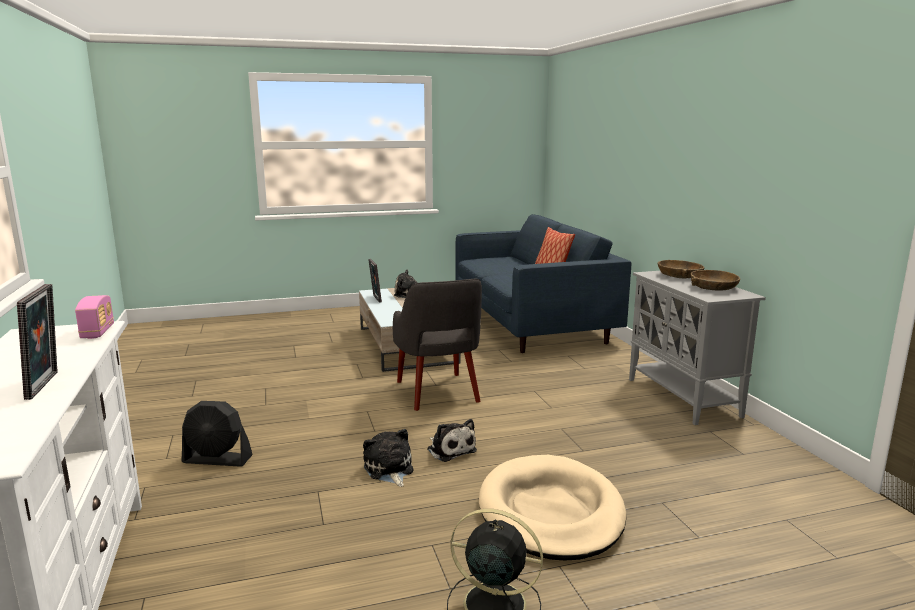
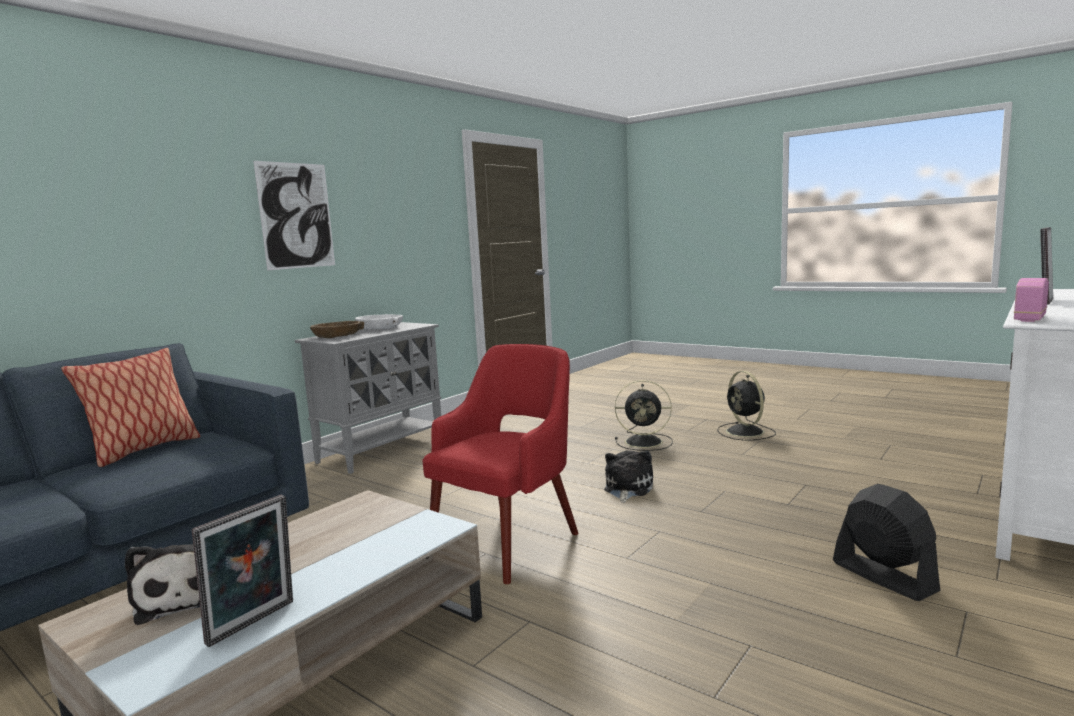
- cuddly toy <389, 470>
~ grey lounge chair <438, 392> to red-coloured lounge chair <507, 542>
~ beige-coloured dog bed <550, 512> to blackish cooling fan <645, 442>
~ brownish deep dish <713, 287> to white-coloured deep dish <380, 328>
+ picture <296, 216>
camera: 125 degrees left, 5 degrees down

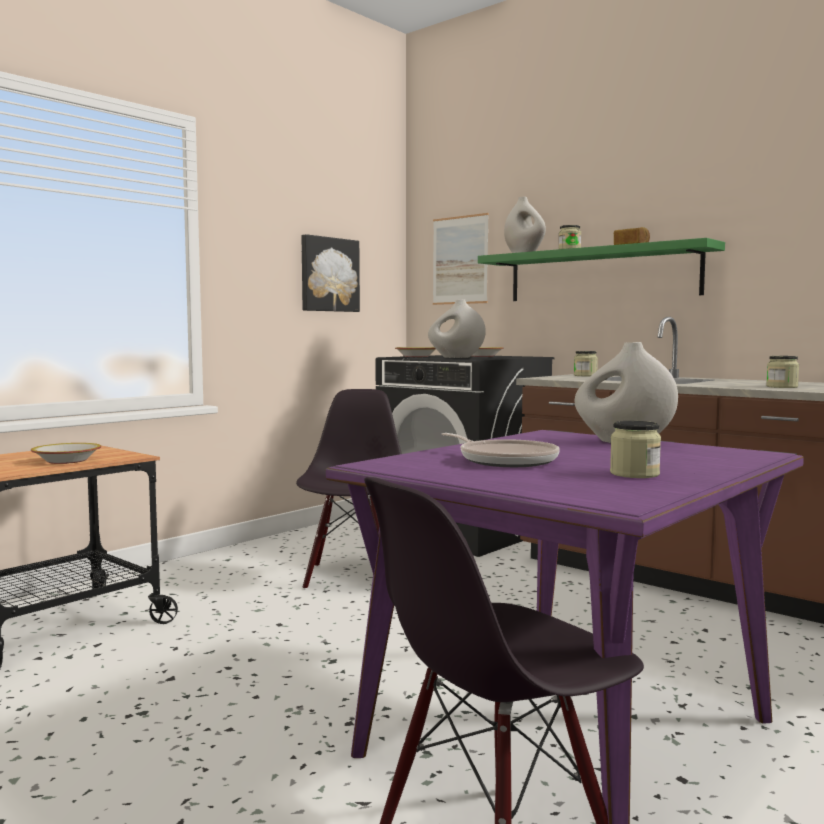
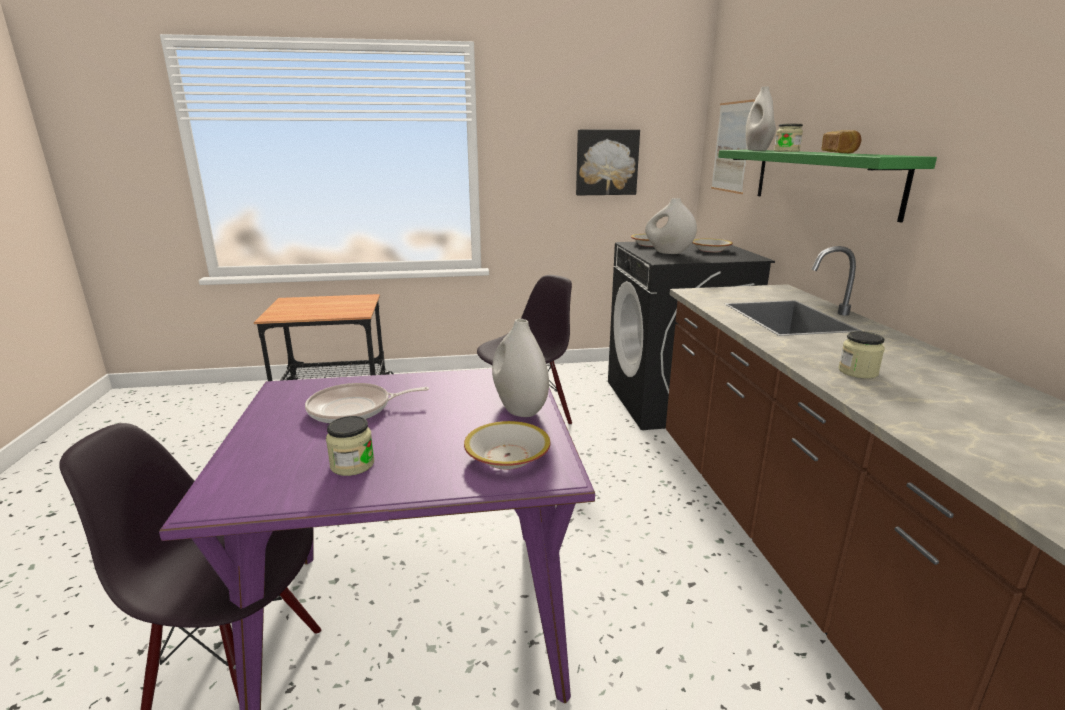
~ deep dish <66, 460> to <507, 456>
~ skillet <505, 460> = <354, 409> 75 degrees clockwise
- preserve jar <585, 375>
camera: 40 degrees right, 15 degrees up

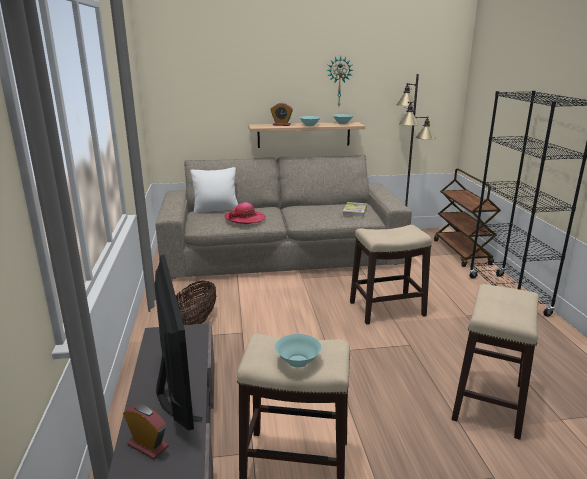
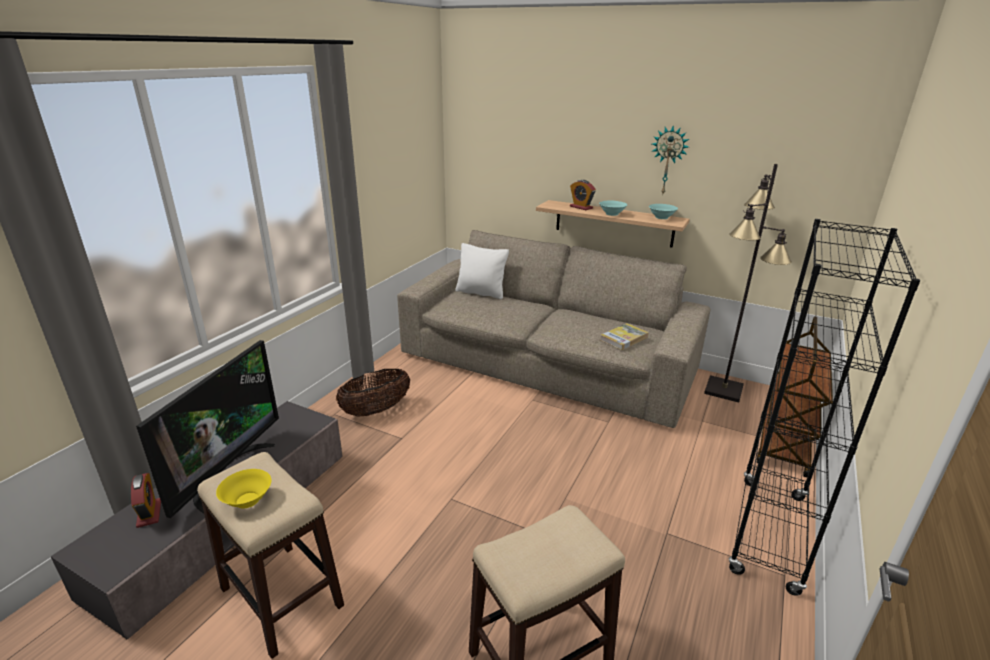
- wearable hat <245, 219>
~ turquoise-coloured deep dish <297, 361> to yellow-coloured deep dish <248, 500>
- stool <387, 309>
camera: 35 degrees right, 5 degrees up

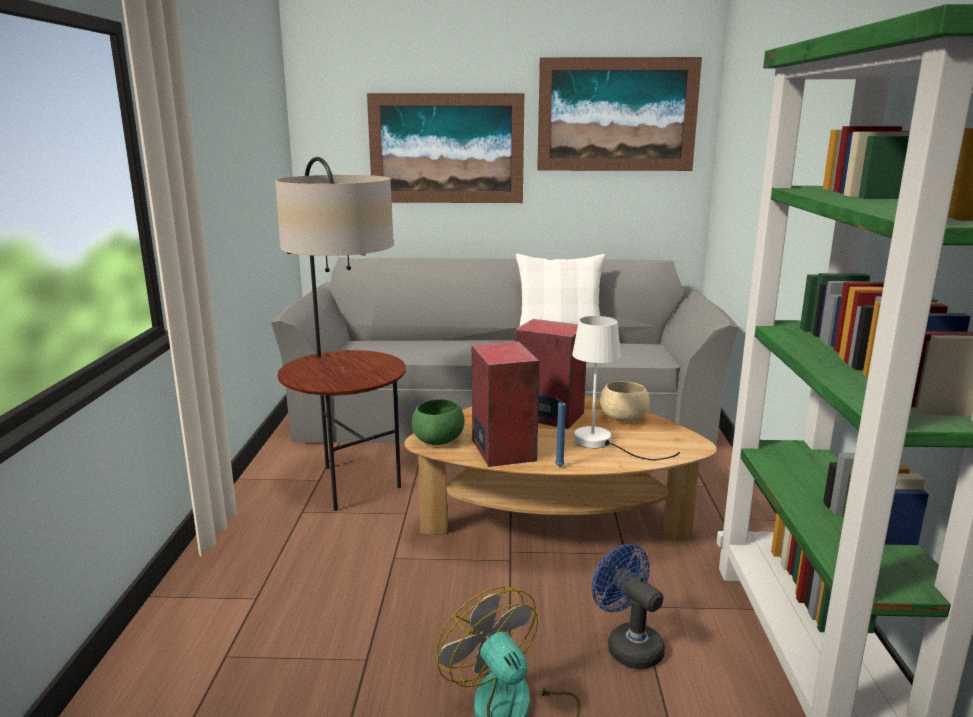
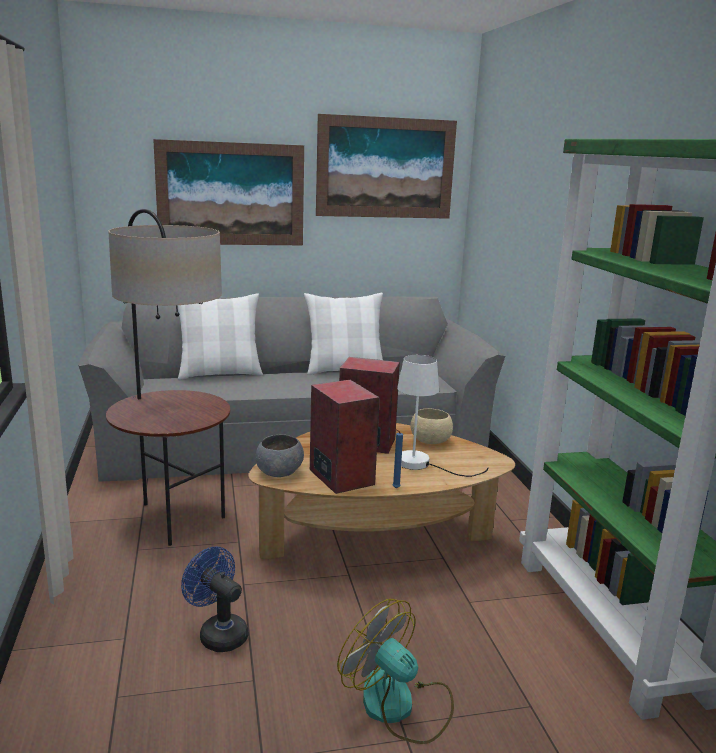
~ green-coloured deep dish <437, 440> to grey deep dish <278, 473>
~ bluish cooling fan <628, 645> to <218, 633>
+ white-coloured cushion <220, 374>
camera: 15 degrees left, 0 degrees up

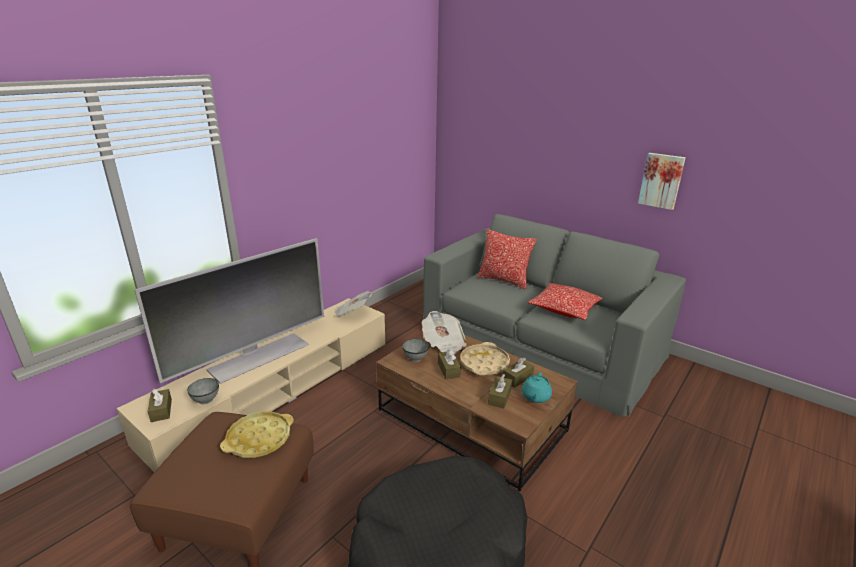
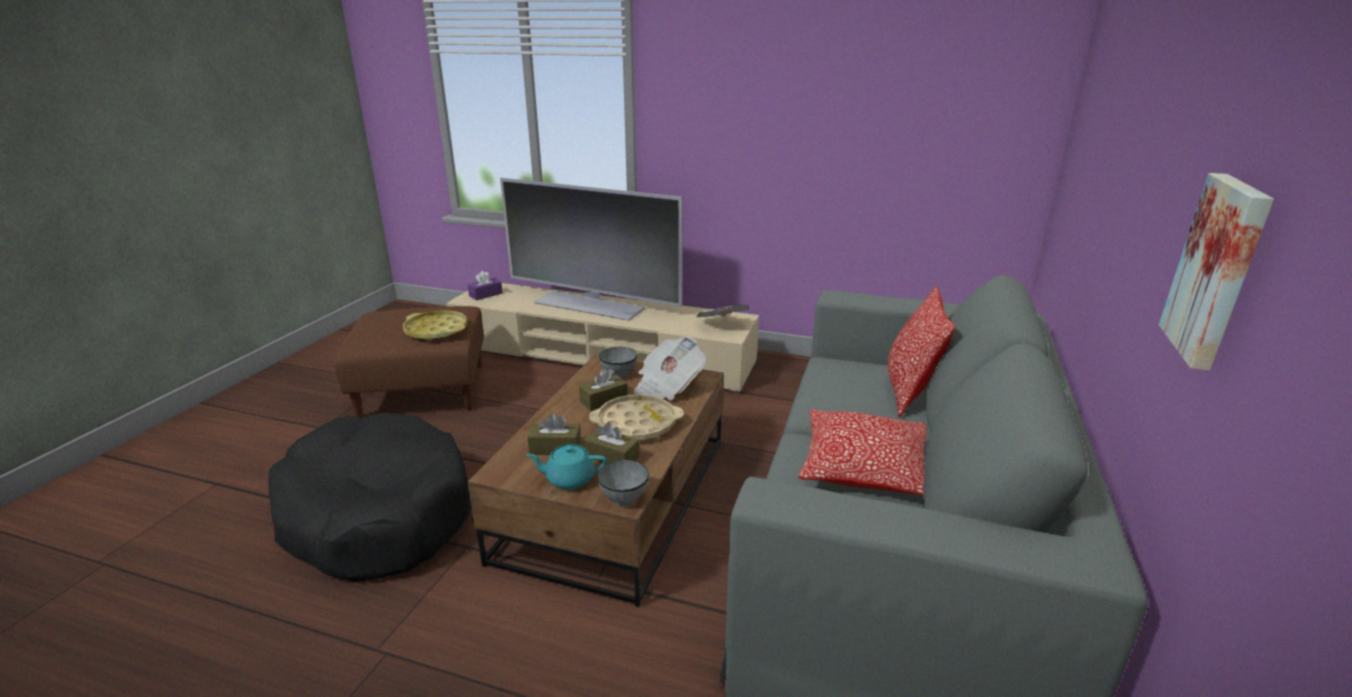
~ brownish box of tissues <161, 410> to purple-coloured box of tissues <485, 294>
~ grey deep dish <206, 400> to <623, 498>
camera: 70 degrees right, 0 degrees up

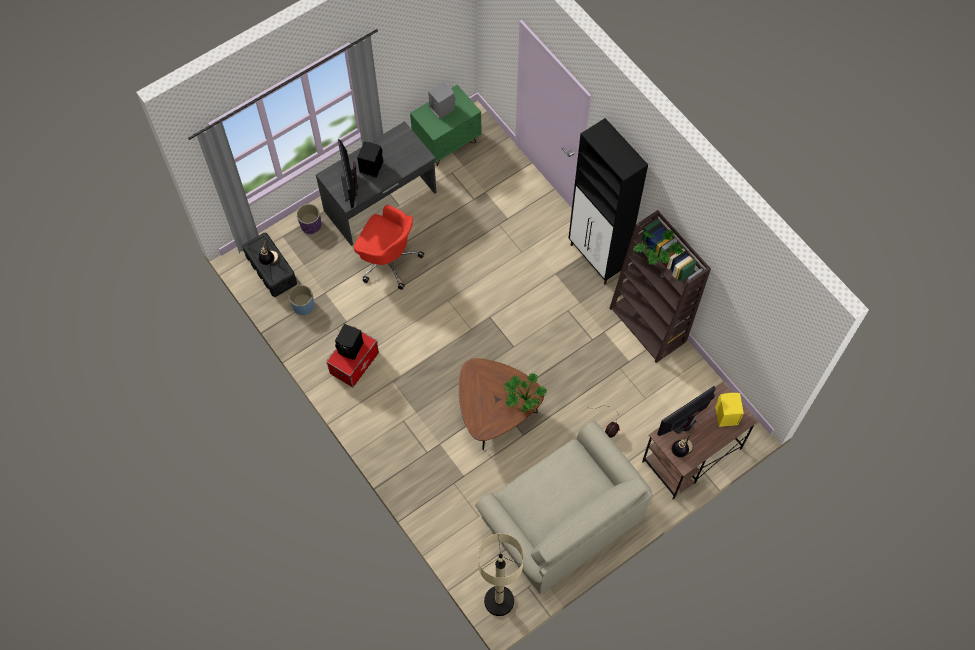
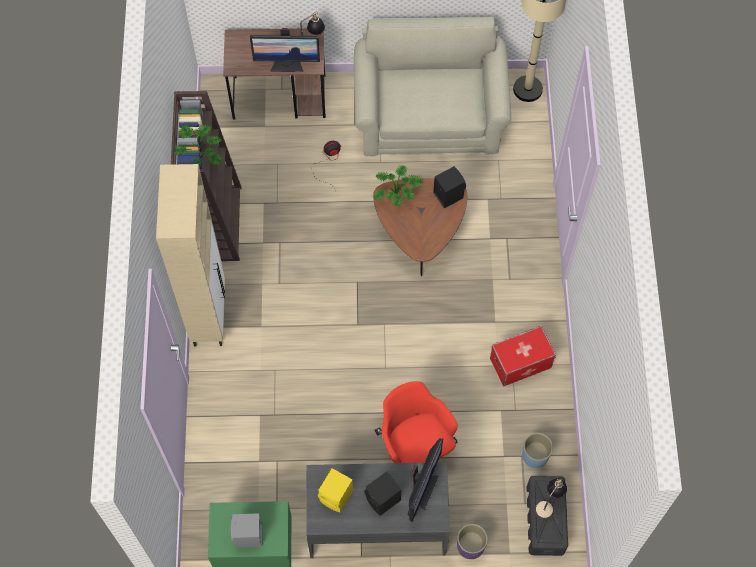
~ blackish loudspeaker <351, 348> to <448, 194>
~ blackish storage cabinet <597, 259> to beige-coloured storage cabinet <209, 314>
~ yellow-coloured loudspeaker <725, 415> to <337, 497>
camera: 145 degrees left, 0 degrees up

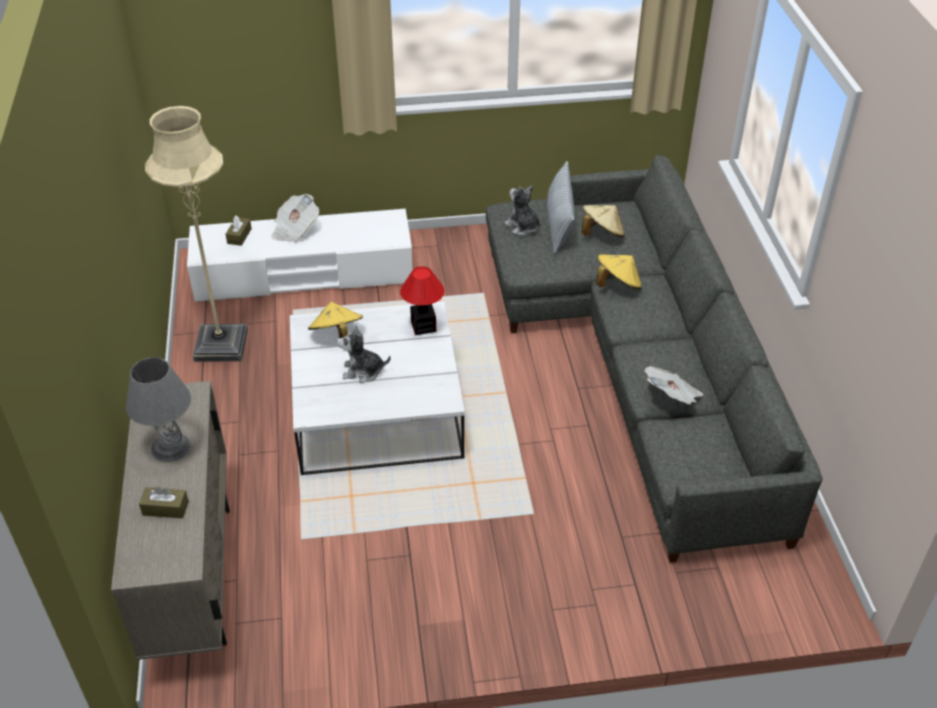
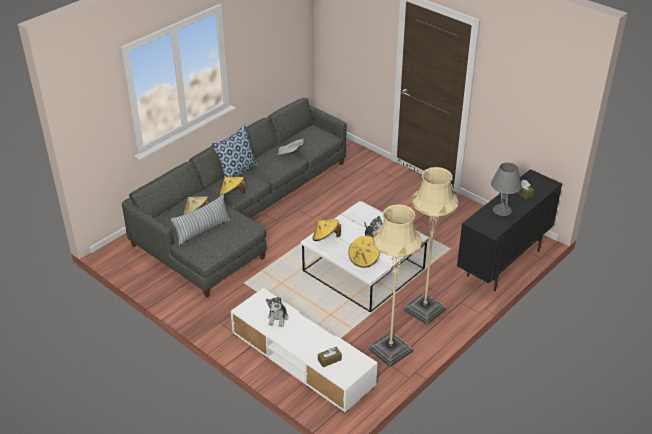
~ beige-coloured storage cabinet <193, 577> to blackish storage cabinet <503, 264>
- newspaper <295, 230>
~ lamp for a table <423, 327> to yellow-coloured wearable hat <325, 237>
~ cuddly toy <523, 227> to <278, 318>
+ cushion <237, 172>
+ beige-coloured standard lamp <424, 310>
camera: 130 degrees left, 5 degrees down

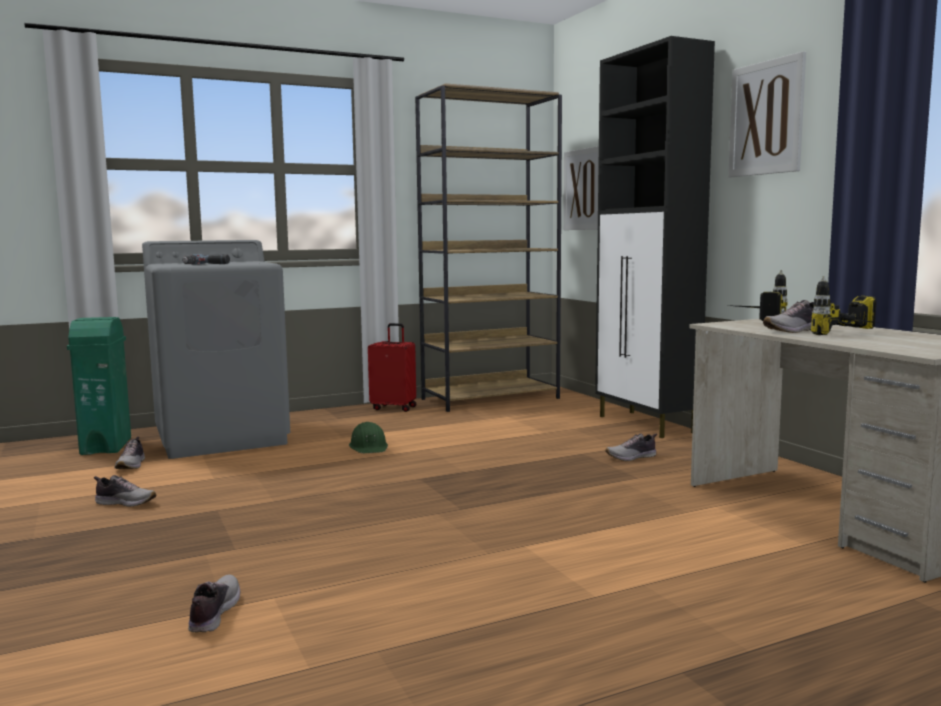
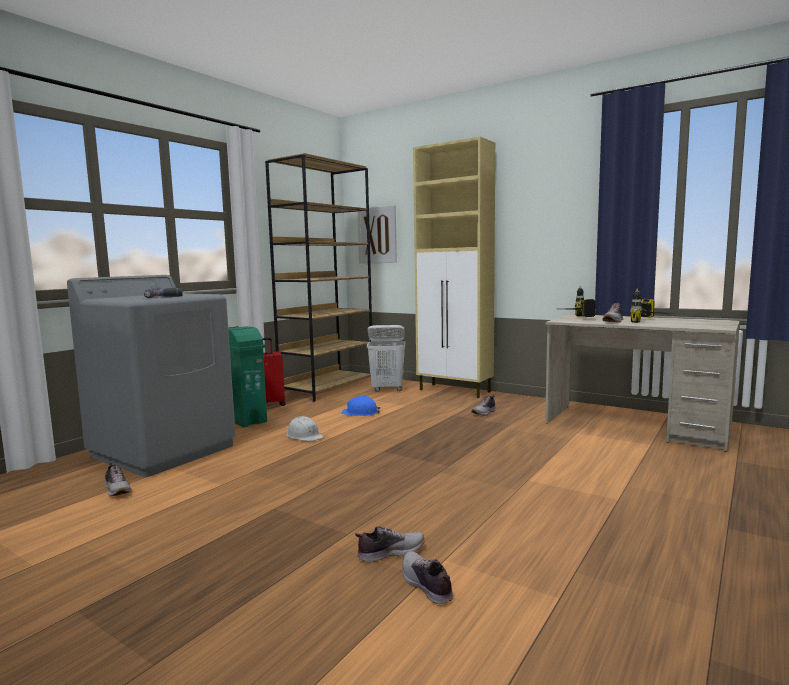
~ green-coloured waste bin <107, 446> to <245, 420>
~ item of footwear <126, 503> to <390, 552>
~ green-coloured work helmet <369, 447> to white-coloured work helmet <304, 436>
~ blackish storage cabinet <646, 424> to beige-coloured storage cabinet <455, 391>
- picture <766, 118>
+ bluish work helmet <360, 413>
+ white-coloured laundry basket <387, 389>
camera: 30 degrees left, 0 degrees up

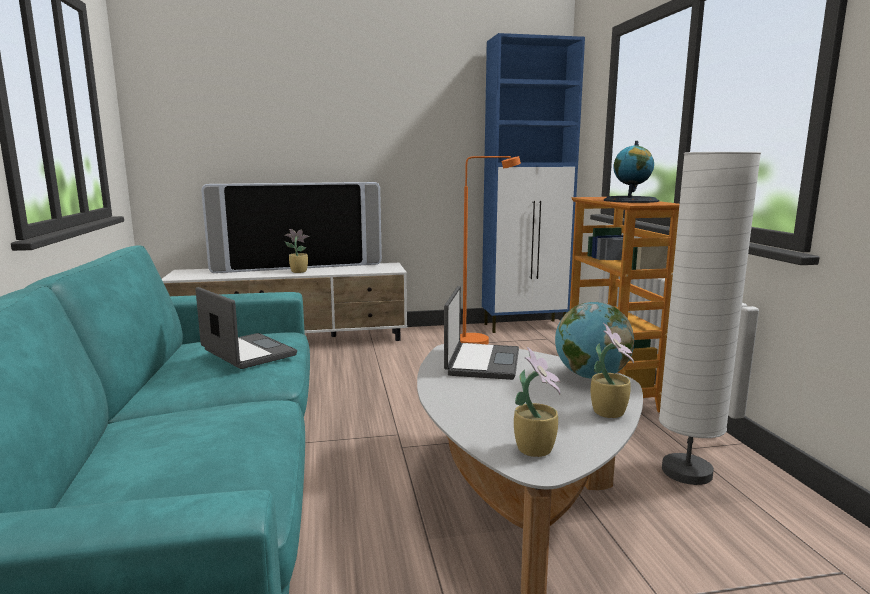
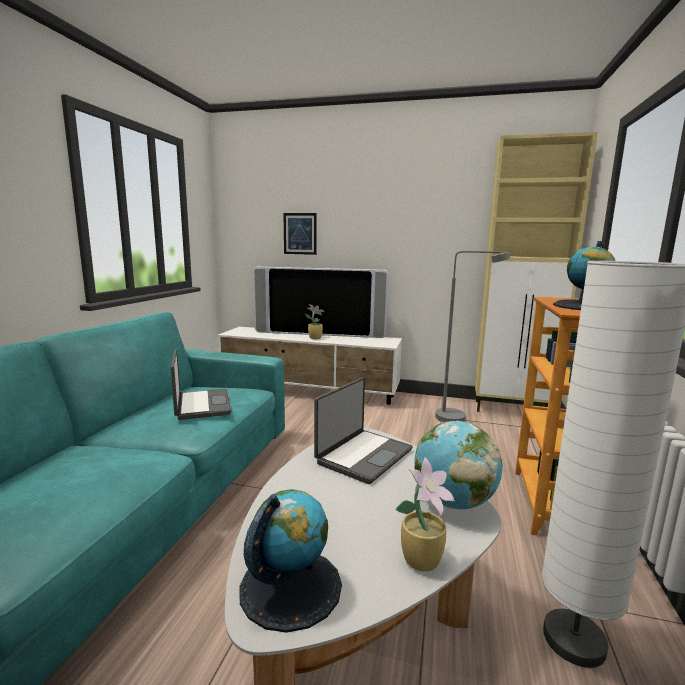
~ orange-coloured standard lamp <481, 341> to grey standard lamp <459, 418>
~ bluish storage cabinet <525, 326> to beige-coloured storage cabinet <513, 410>
~ plant in a pot <535, 449> to globe <290, 586>
+ picture <300, 233>
camera: 25 degrees right, 0 degrees up

